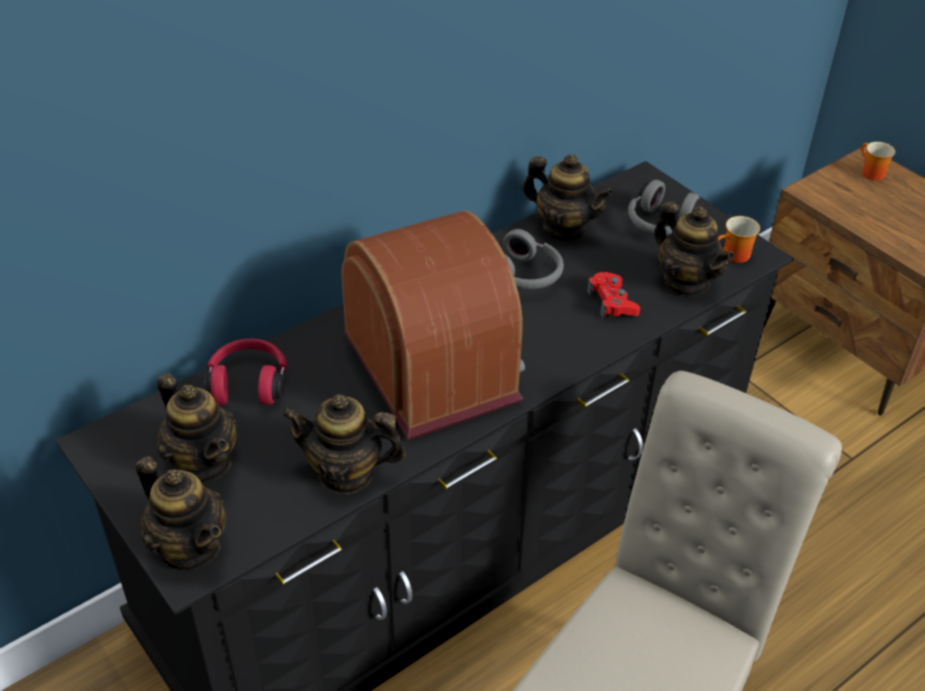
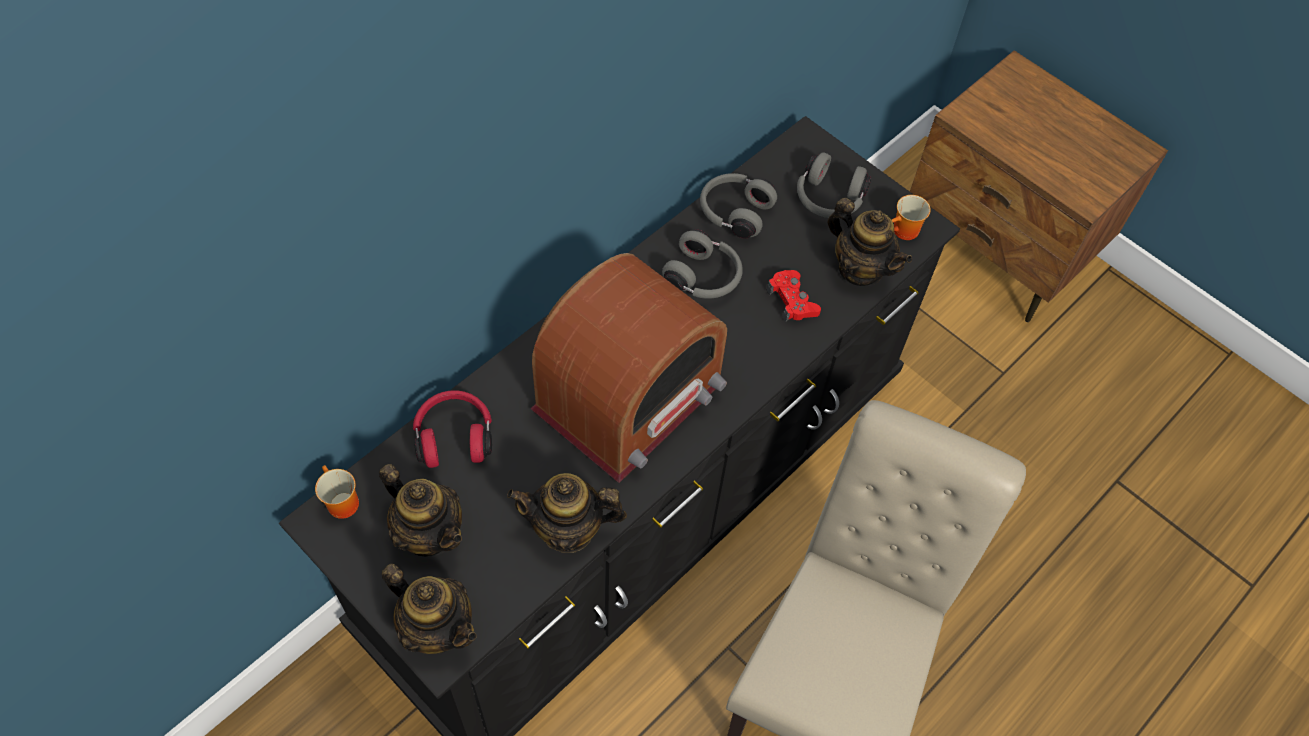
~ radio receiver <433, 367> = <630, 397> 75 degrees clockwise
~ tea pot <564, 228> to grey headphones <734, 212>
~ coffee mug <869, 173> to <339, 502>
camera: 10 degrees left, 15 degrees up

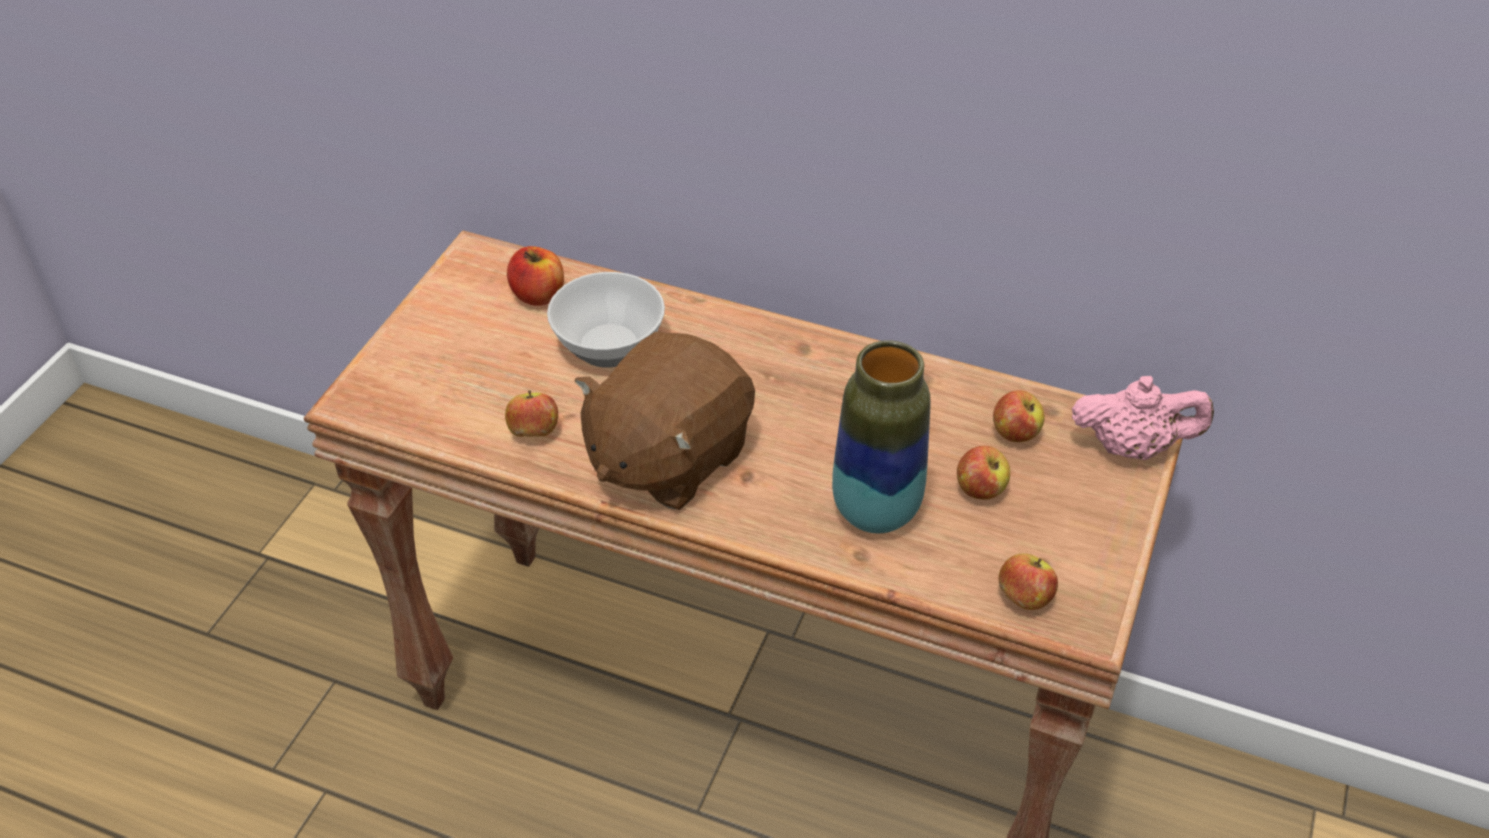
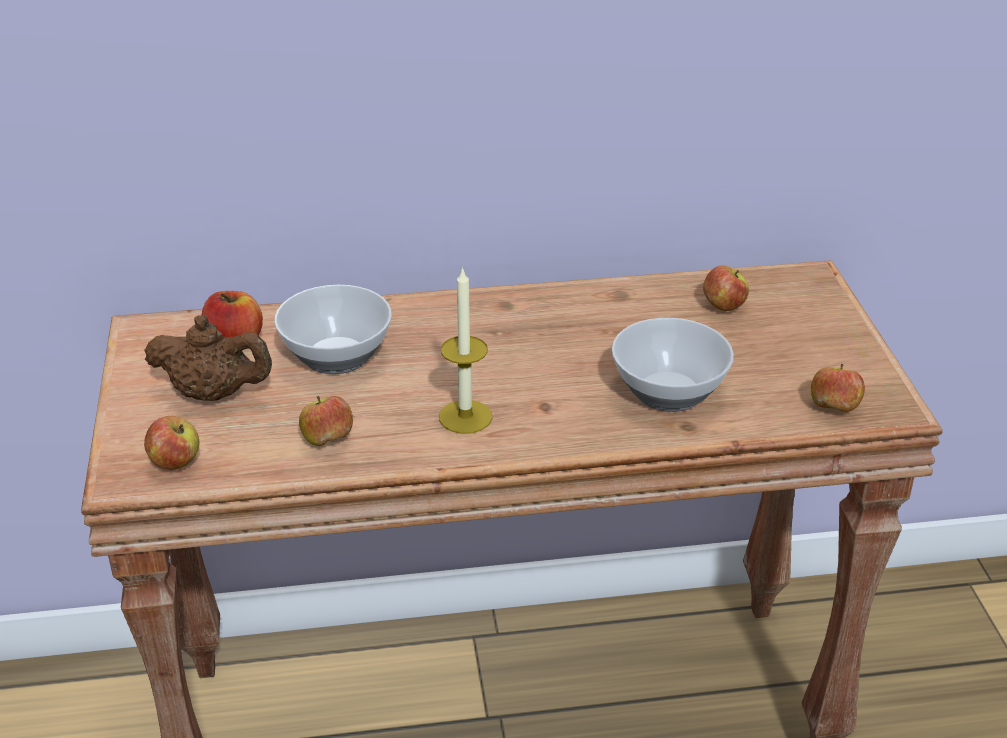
~ brownish cuddly toy <667, 457> to wax candle <465, 417>
~ flower vase <875, 511> to deep dish <670, 393>
~ apple <980, 490> to <175, 463>
- pink tea pot <1132, 447>
+ brownish tea pot <214, 394>
camera: 30 degrees left, 10 degrees down

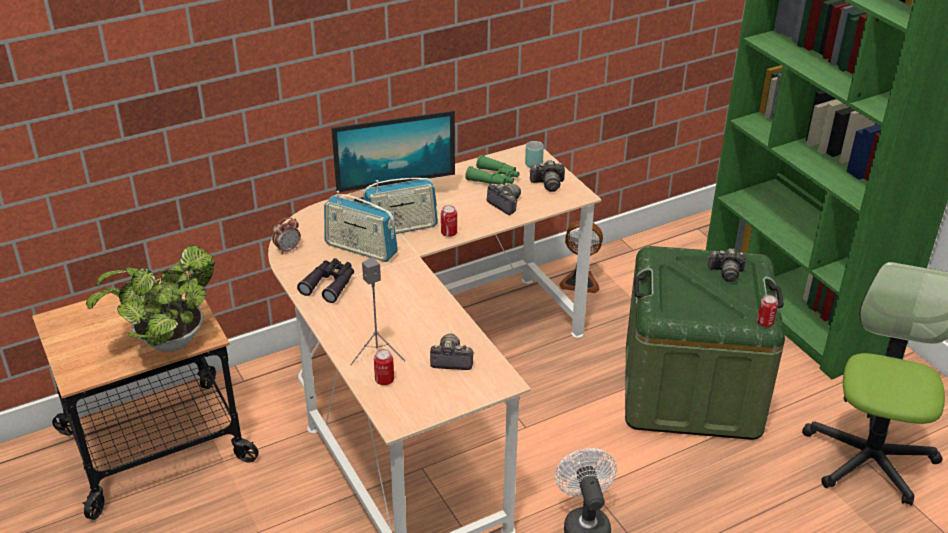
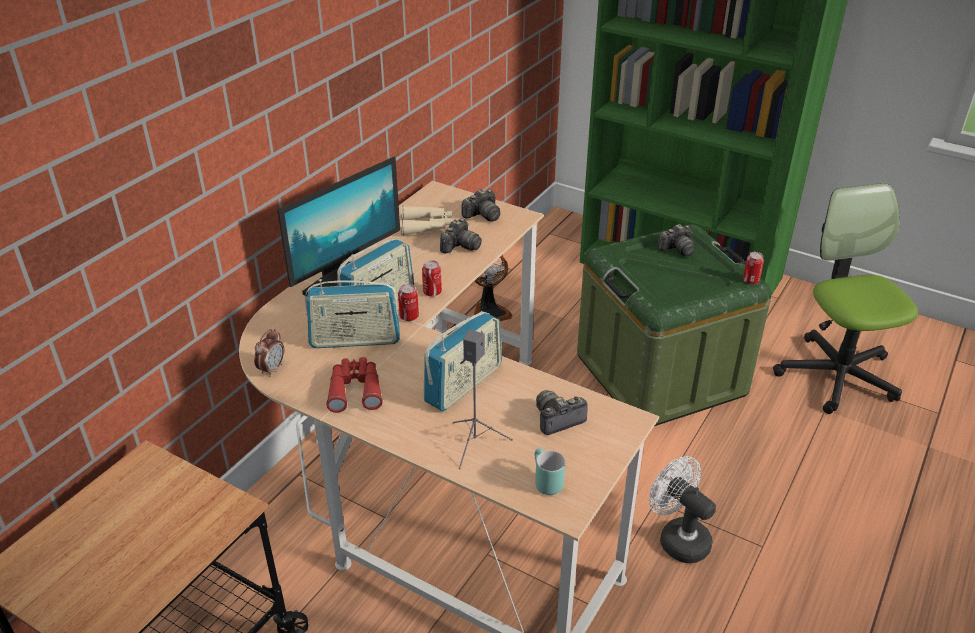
- plant in a pot <166, 343>
~ blackish binoculars <330, 284> to red-coloured binoculars <355, 389>
~ sealed can <384, 380> to <409, 316>
~ green-coloured binoculars <494, 178> to beige-coloured binoculars <427, 226>
~ still camera <505, 204> = <460, 246> 105 degrees clockwise
~ turquoise-coloured coffee mug <532, 162> to <544, 482>
+ radio receiver <463, 384>
camera: 30 degrees left, 0 degrees up

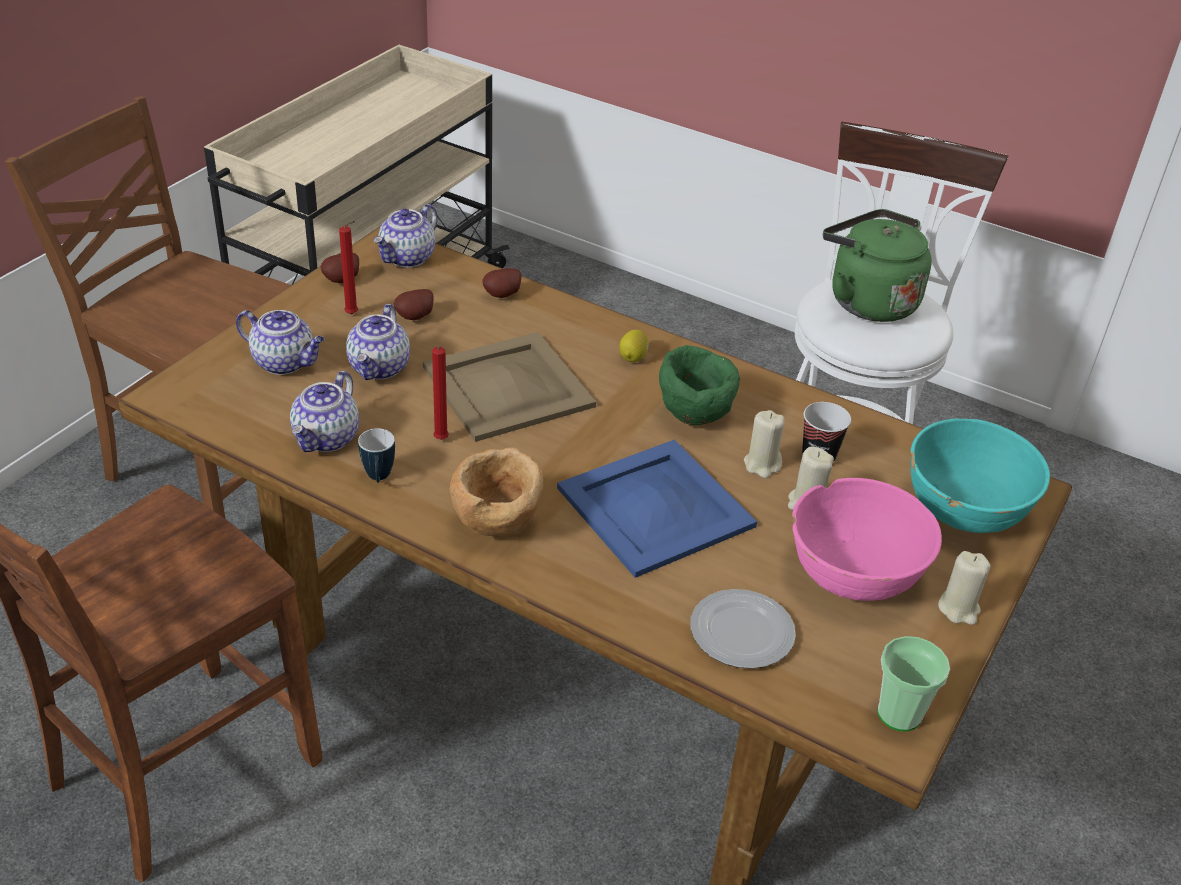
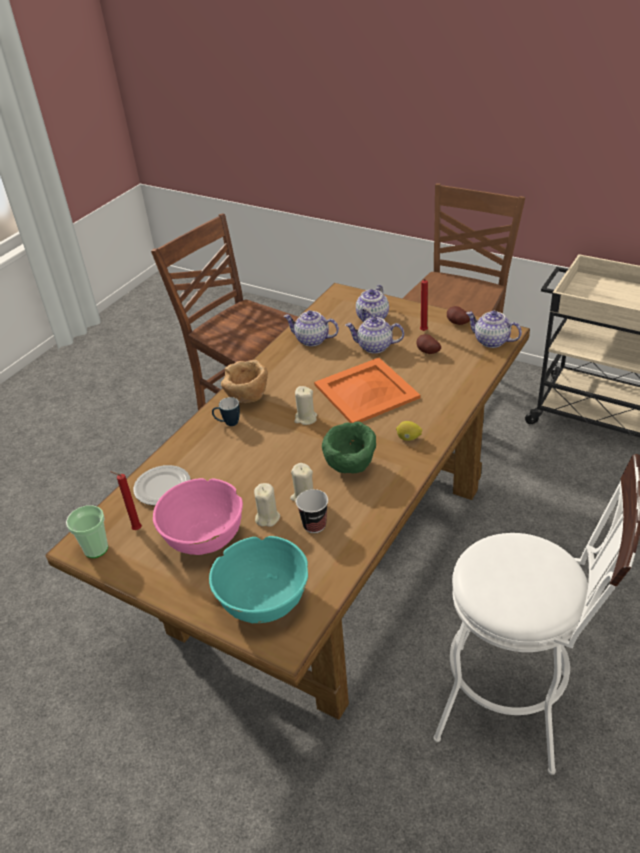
~ coffee mug <378, 479> to <228, 423>
~ beige-coloured tray <509, 387> to orange-coloured tray <366, 392>
~ red-coloured wax candle <441, 441> to <135, 529>
- whole potato <504, 296>
- bluish tray <655, 508>
- green-coloured kettle <867, 301>
~ beige-coloured wax candle <959, 609> to <305, 418>
camera: 95 degrees right, 0 degrees up

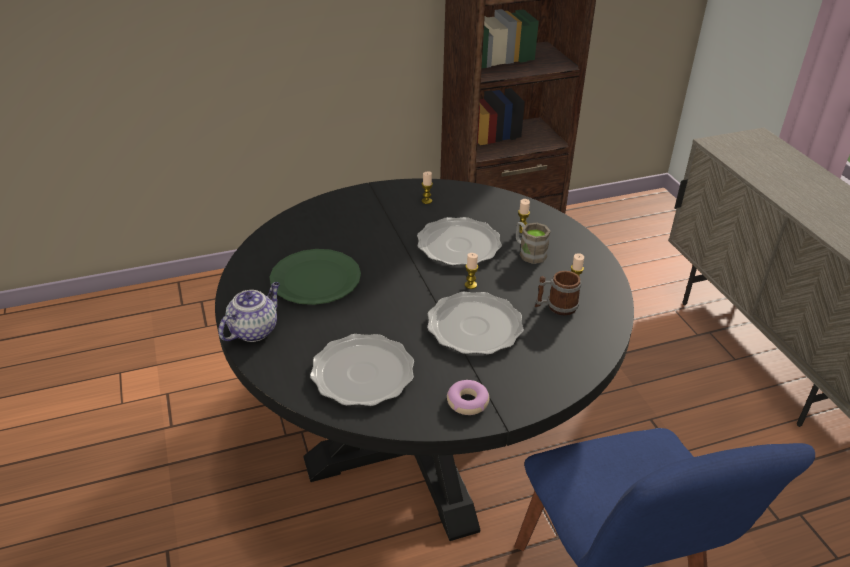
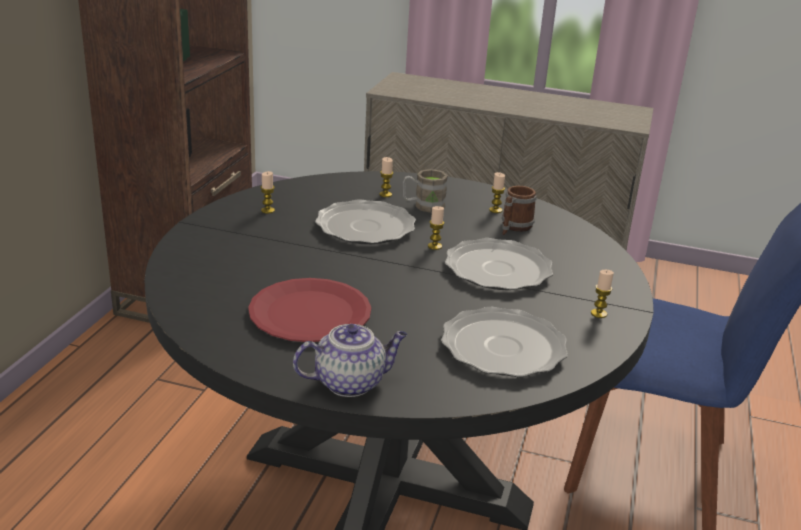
~ tea pot <254, 330> = <351, 382> 90 degrees clockwise
~ green-coloured plate <315, 279> to red-coloured plate <309, 313>
~ donut <467, 402> to wax candle <598, 314>
camera: 55 degrees left, 10 degrees down

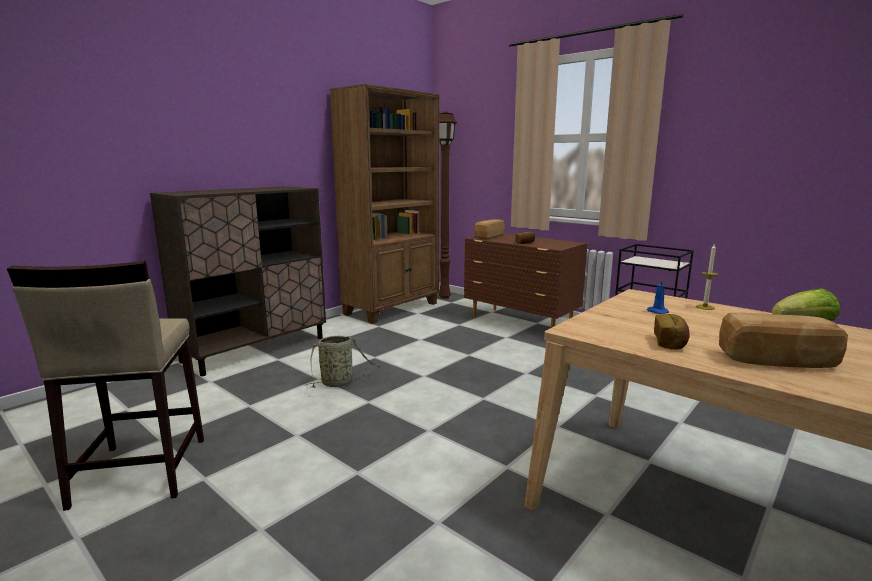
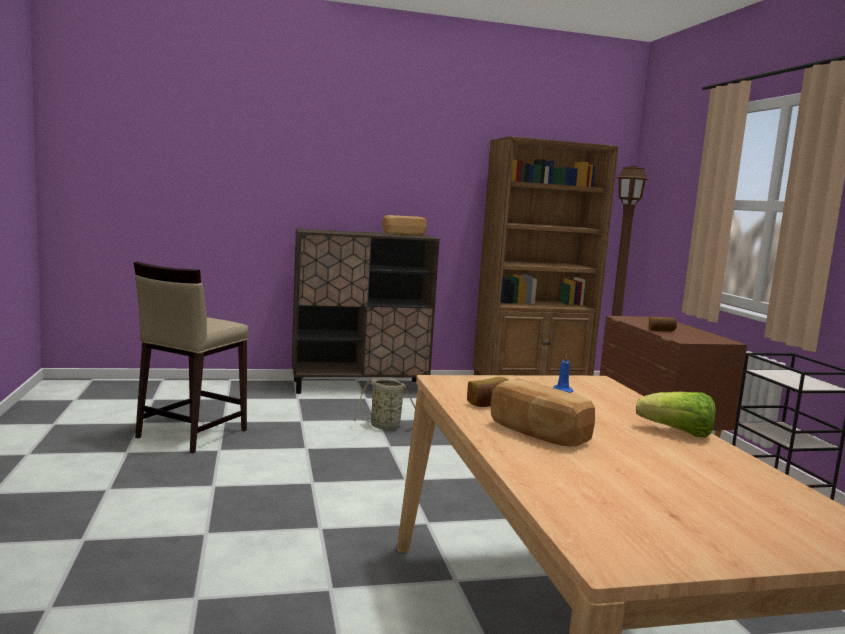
~ baked bread <488, 236> to <403, 234>
- wax candle <705, 307>
camera: 35 degrees right, 5 degrees down

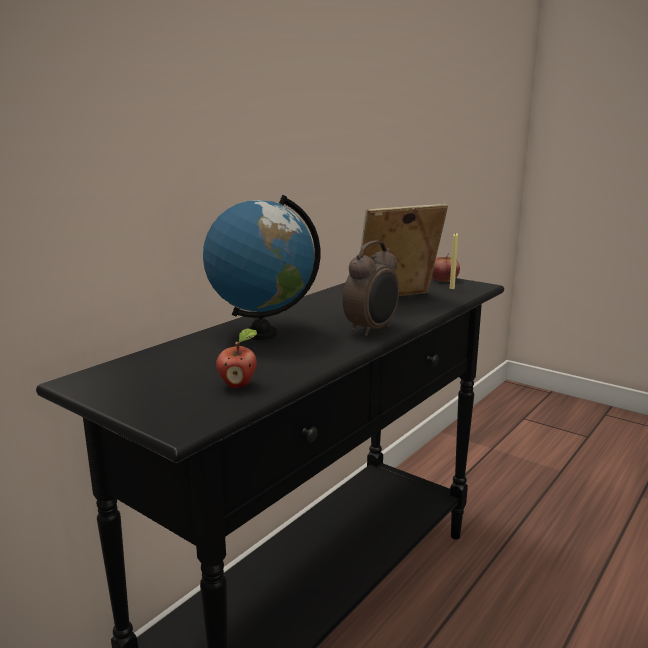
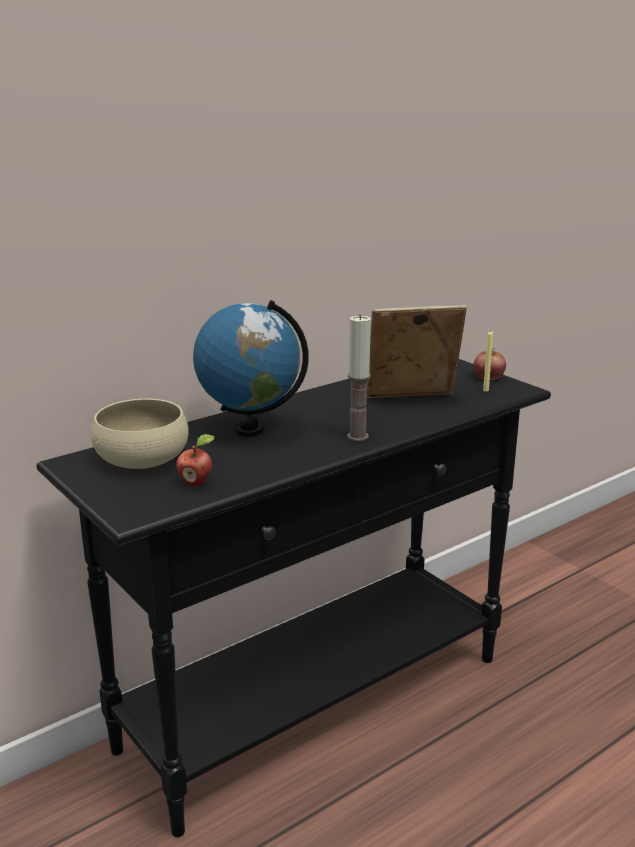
~ alarm clock <372, 330> to wax candle <357, 436>
+ beige-coloured deep dish <142, 458>
camera: 15 degrees right, 5 degrees up

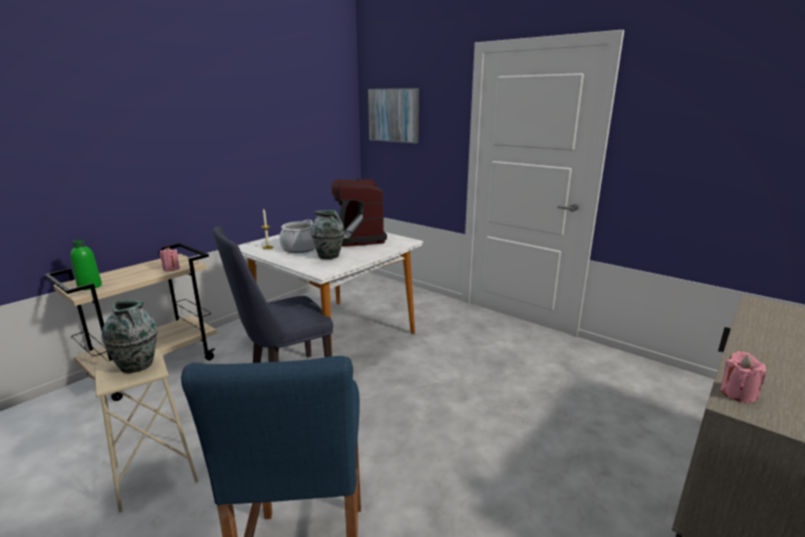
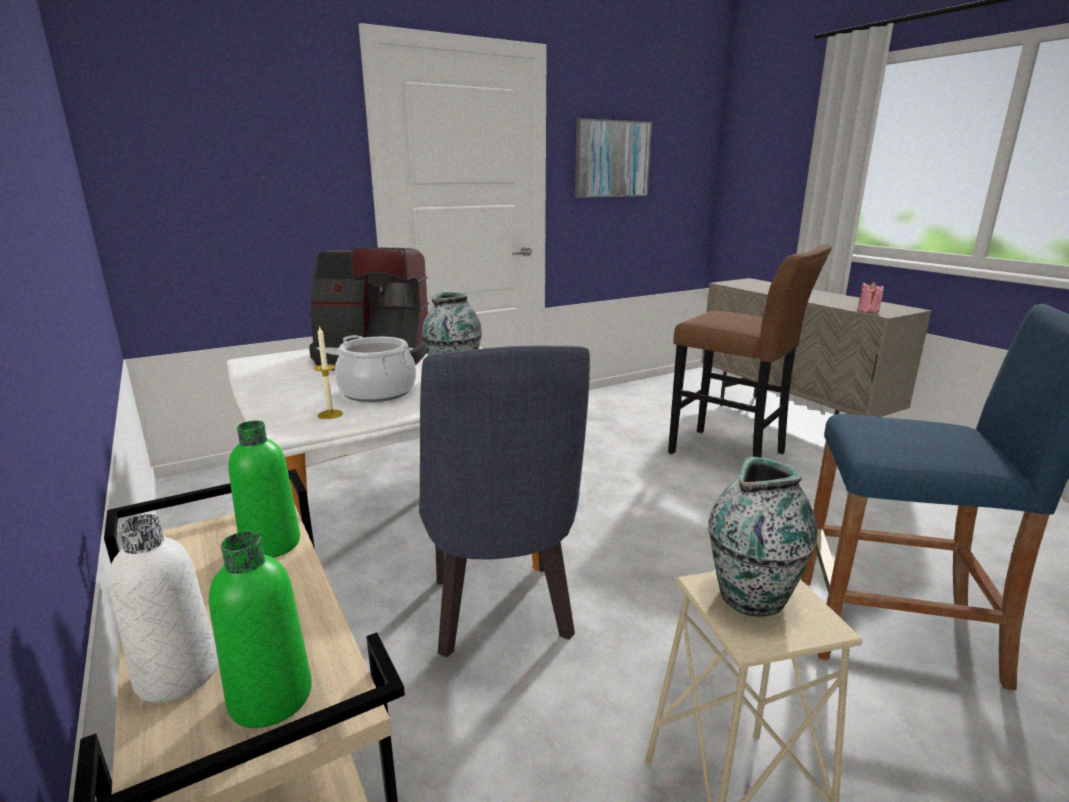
~ pink wax candle <171, 268> to green-coloured drink bottle <271, 544>
~ picture <394, 115> to <612, 159>
+ white-coloured drink bottle <177, 674>
+ brownish stool <732, 455>
camera: 70 degrees left, 0 degrees up

